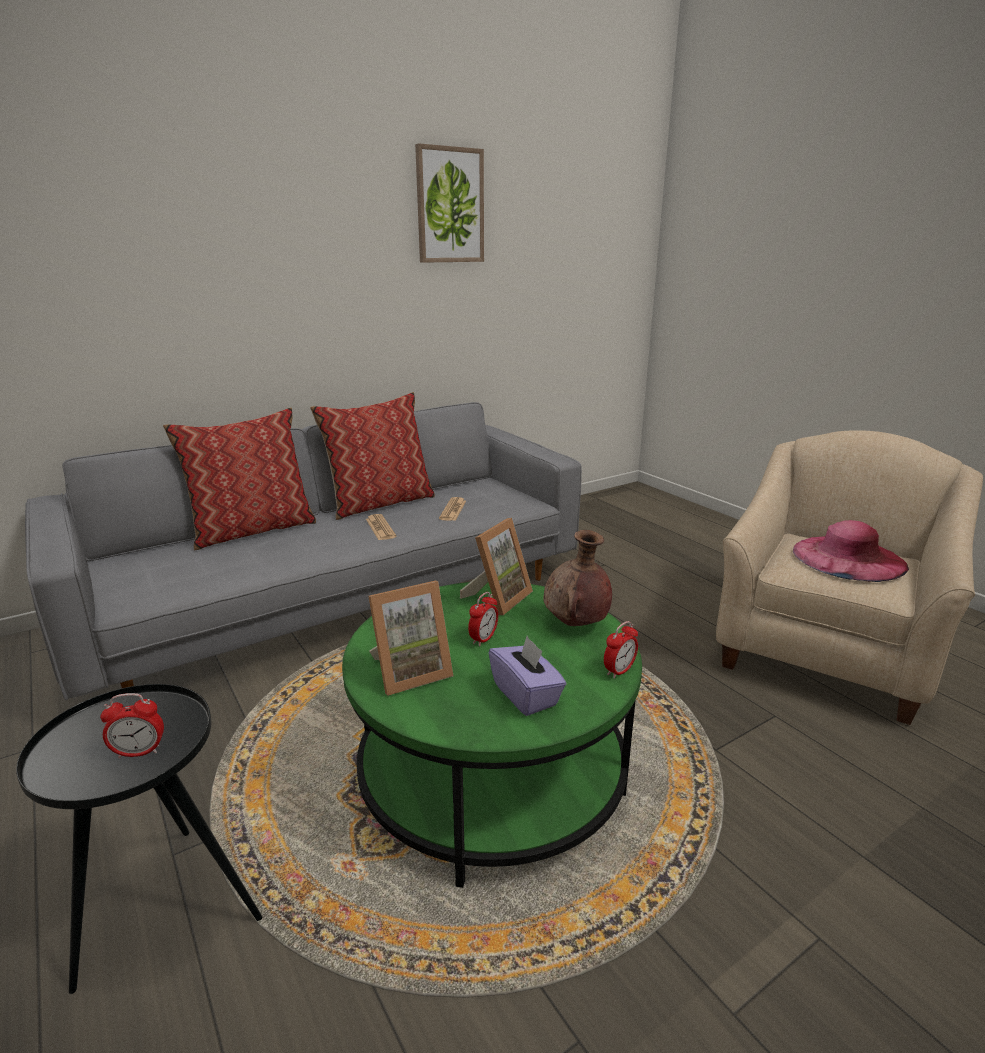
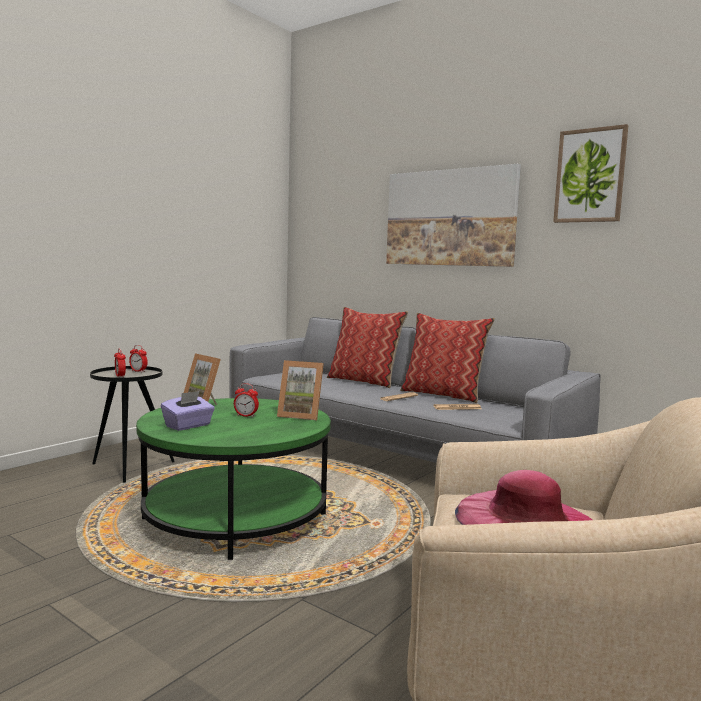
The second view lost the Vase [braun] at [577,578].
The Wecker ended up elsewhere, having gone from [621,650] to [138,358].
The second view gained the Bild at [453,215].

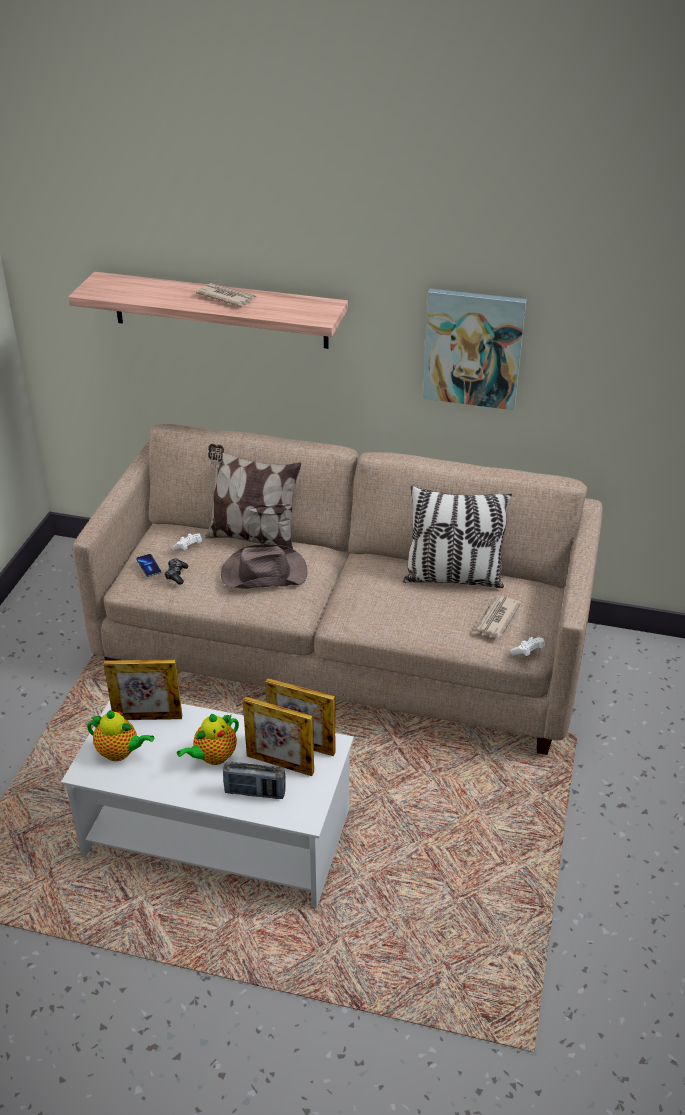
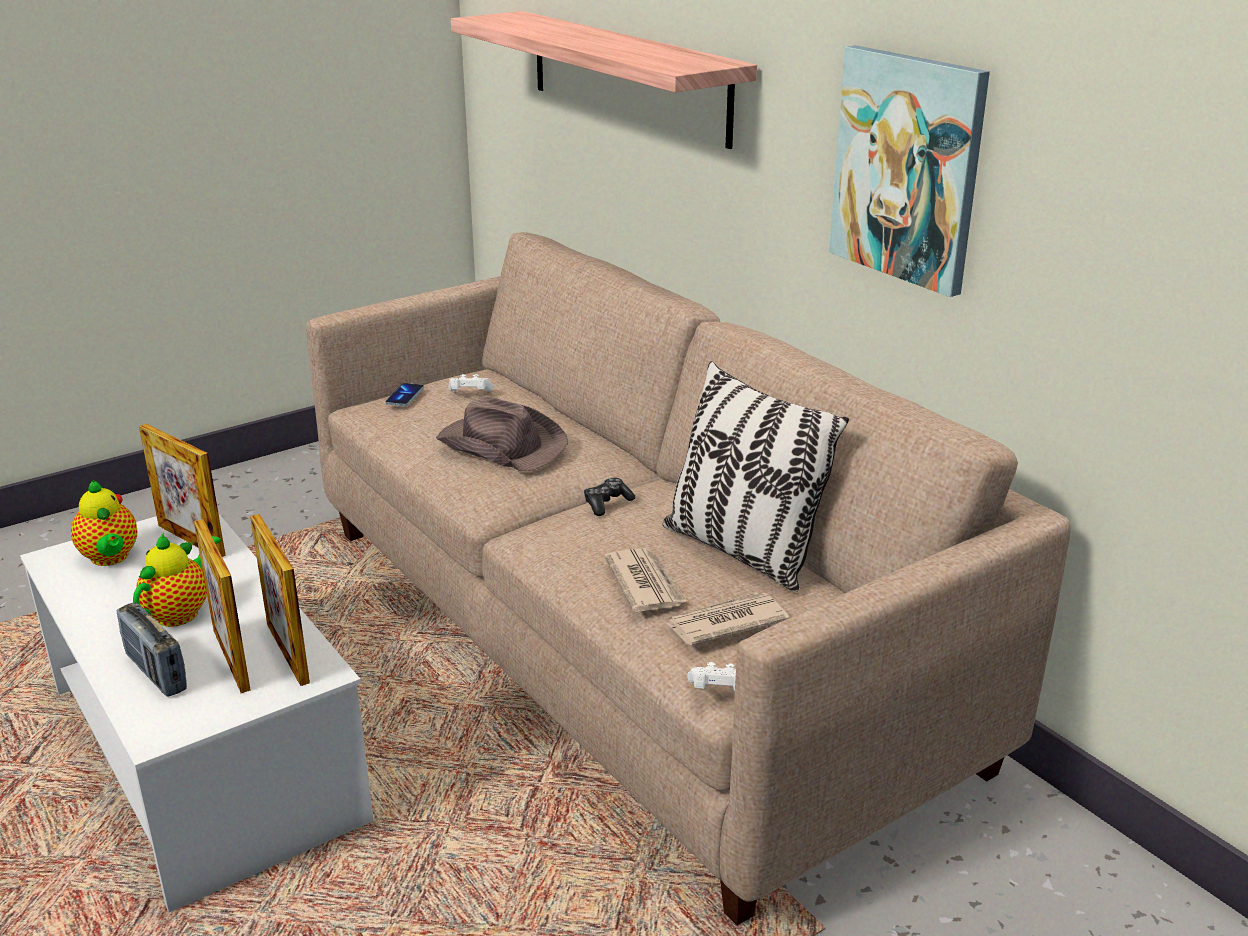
The Gamepad ended up elsewhere, having gone from [176,572] to [609,497].
The Teekanne at [208,739] ended up facing another way, 120 degrees clockwise from before.
The Zeitung ended up elsewhere, having gone from [226,295] to [646,580].
The second view lost the Kissen at [253,496].

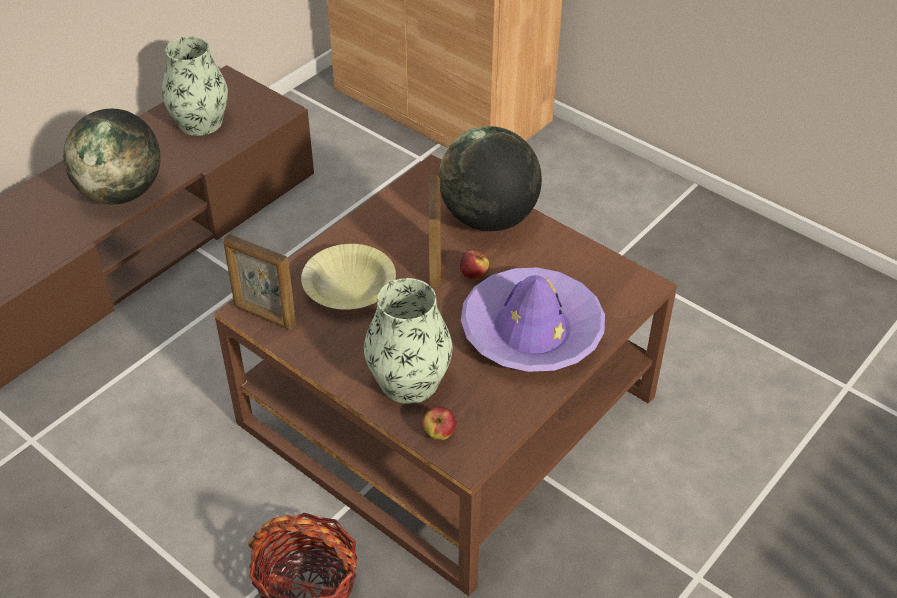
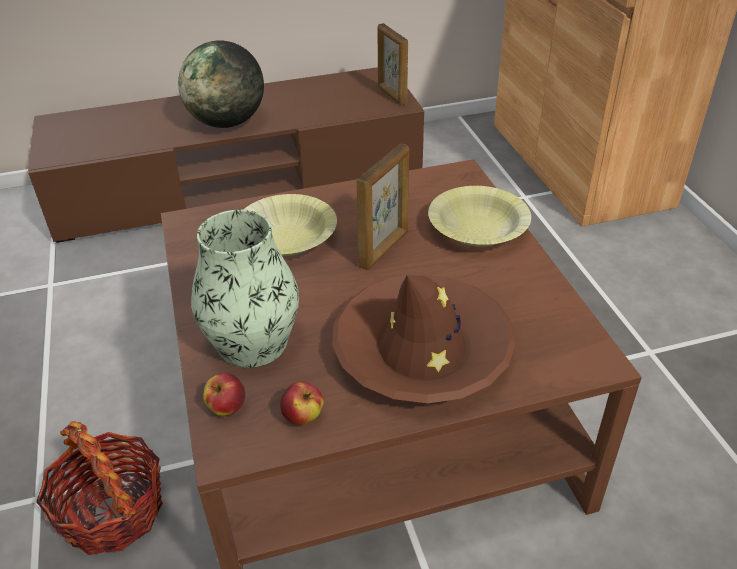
The second view lost the Vase at [195,86].
The Bilderrahmen ended up elsewhere, having gone from [259,282] to [392,64].
Where the Globus stood at [490,178], the Schüssel [gelb] came to stand at [479,216].
The Apfel ended up elsewhere, having gone from [474,264] to [302,403].
What was the Hut [lila] at [533,319] turned into the Hut [braun] at [424,339].

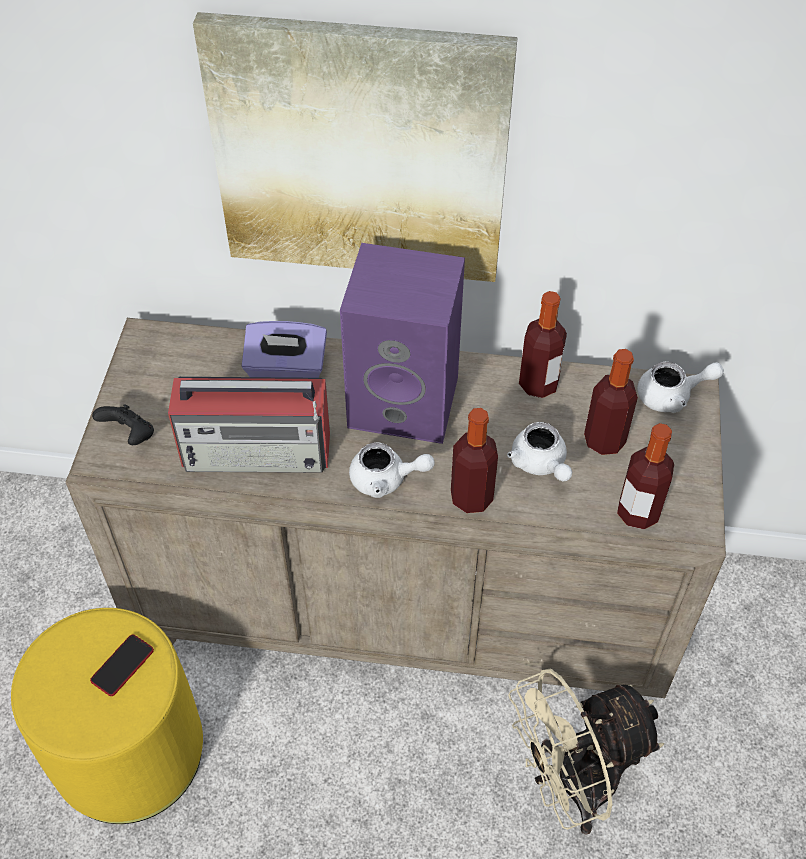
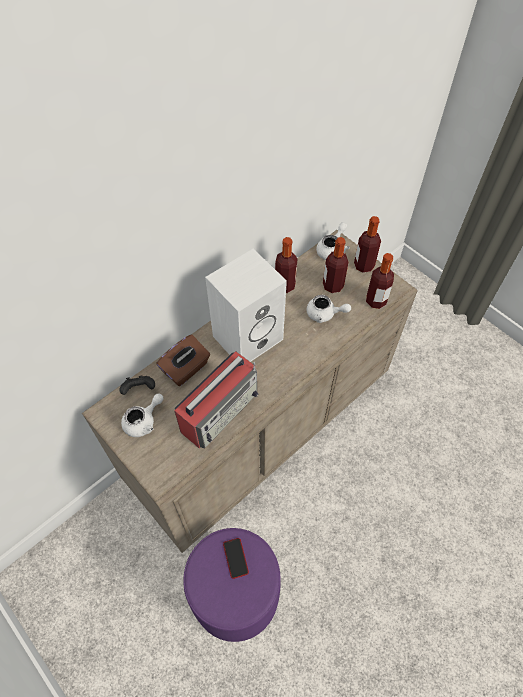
What was the Polsterhocker [gelb] at [107,716] turned into the Polsterhocker [lila] at [232,585].
The Gamepad [schwarz] ended up elsewhere, having gone from [123,424] to [137,385].
The second view lost the Bild at [355,147].
What was the Taschentuchbox [lila] at [284,349] turned into the Taschentuchbox [braun] at [183,360].
What was the Lautsprecher [lila] at [402,343] turned into the Lautsprecher [weiß] at [246,305].
The Teekanne [weiß] ended up elsewhere, having gone from [392,470] to [142,415].
The Flasche ended up elsewhere, having gone from [474,460] to [367,244].
The second view lost the Ventilator [beige] at [586,752].

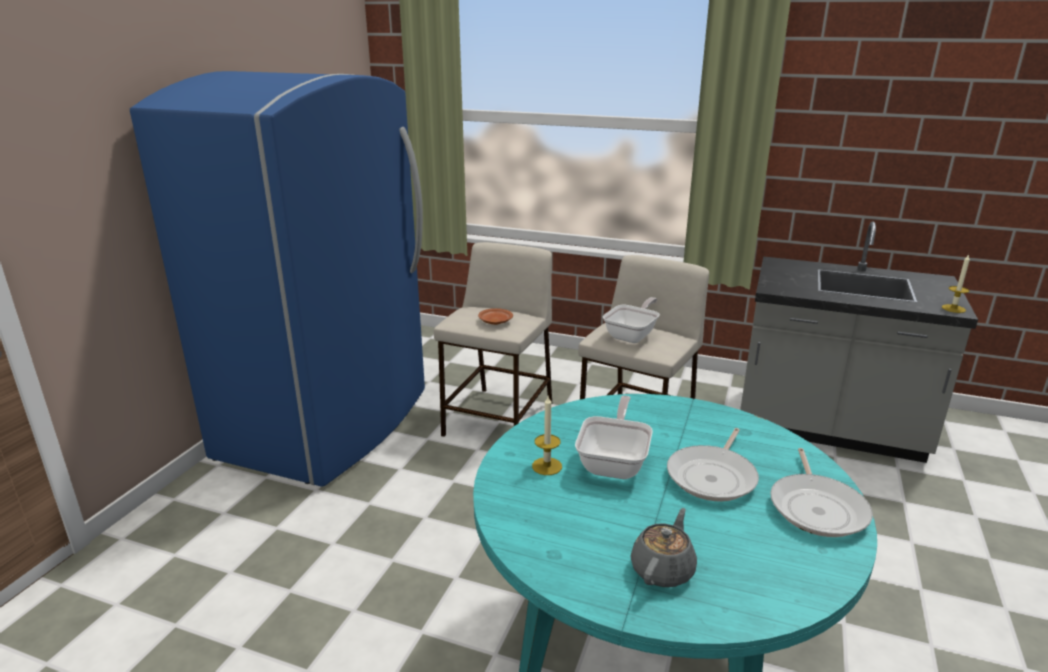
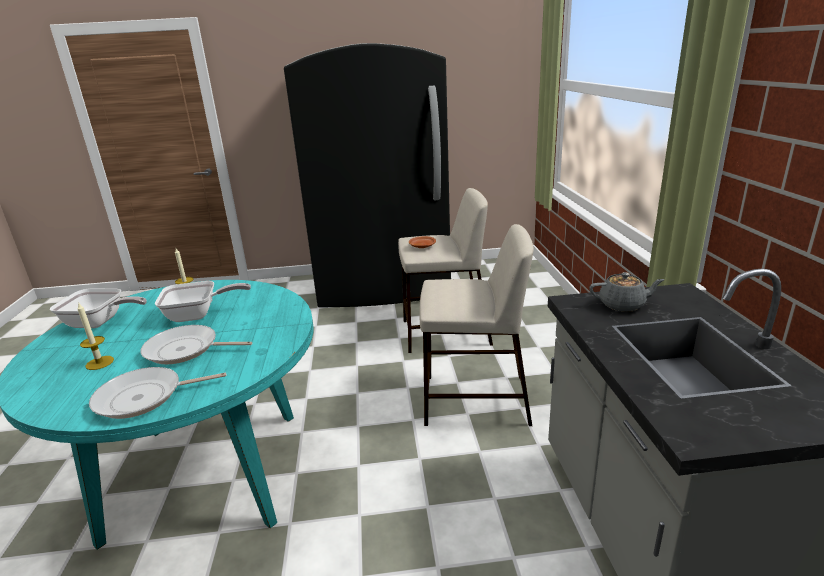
What was the Kühlschrank [blau] at [277,279] turned into the Kühlschrank [schwarz] at [367,175].
The Pfanne ended up elsewhere, having gone from [631,320] to [98,308].
The Teekanne [grau] ended up elsewhere, having gone from [663,547] to [627,292].
The Kerze ended up elsewhere, having gone from [956,283] to [95,336].

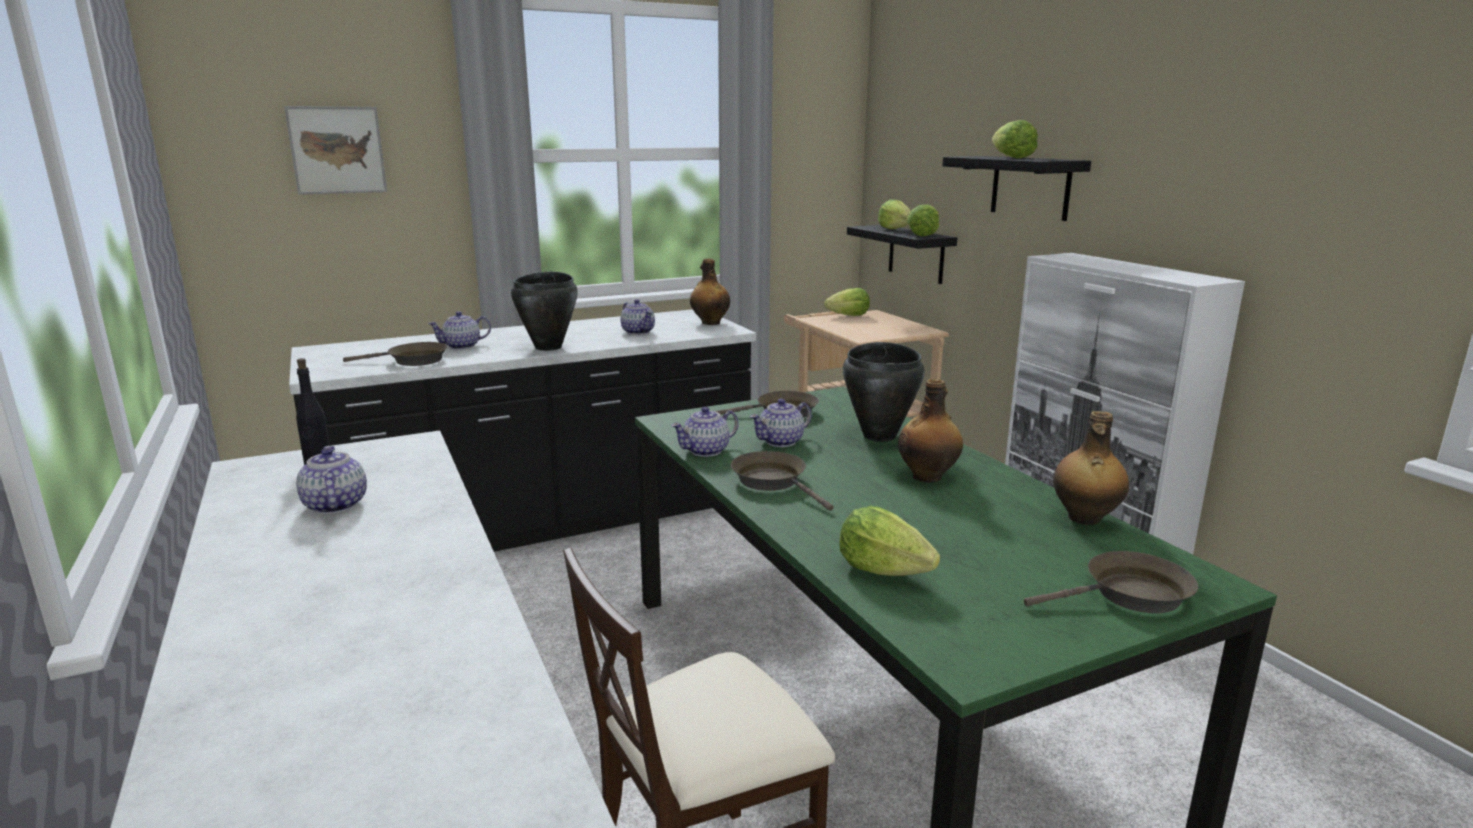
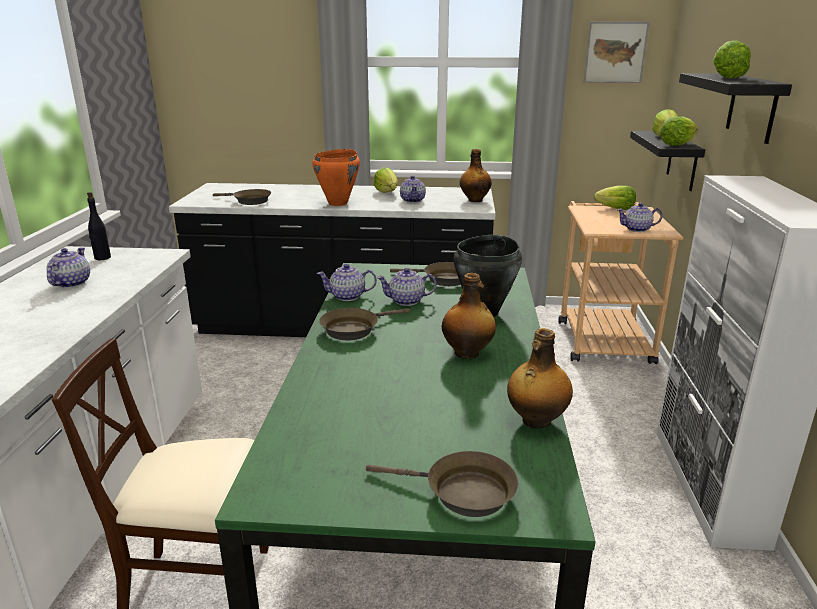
The Bild ended up elsewhere, having gone from [335,150] to [617,52].
The Teekanne ended up elsewhere, having gone from [459,330] to [639,217].
What was the Kochtopf [schwarz] at [544,311] turned into the Kochtopf [orange] at [336,177].
The Pfanne [braun] at [782,481] ended up facing another way, 120 degrees counterclockwise from before.
The Salatkopf ended up elsewhere, having gone from [889,541] to [386,180].

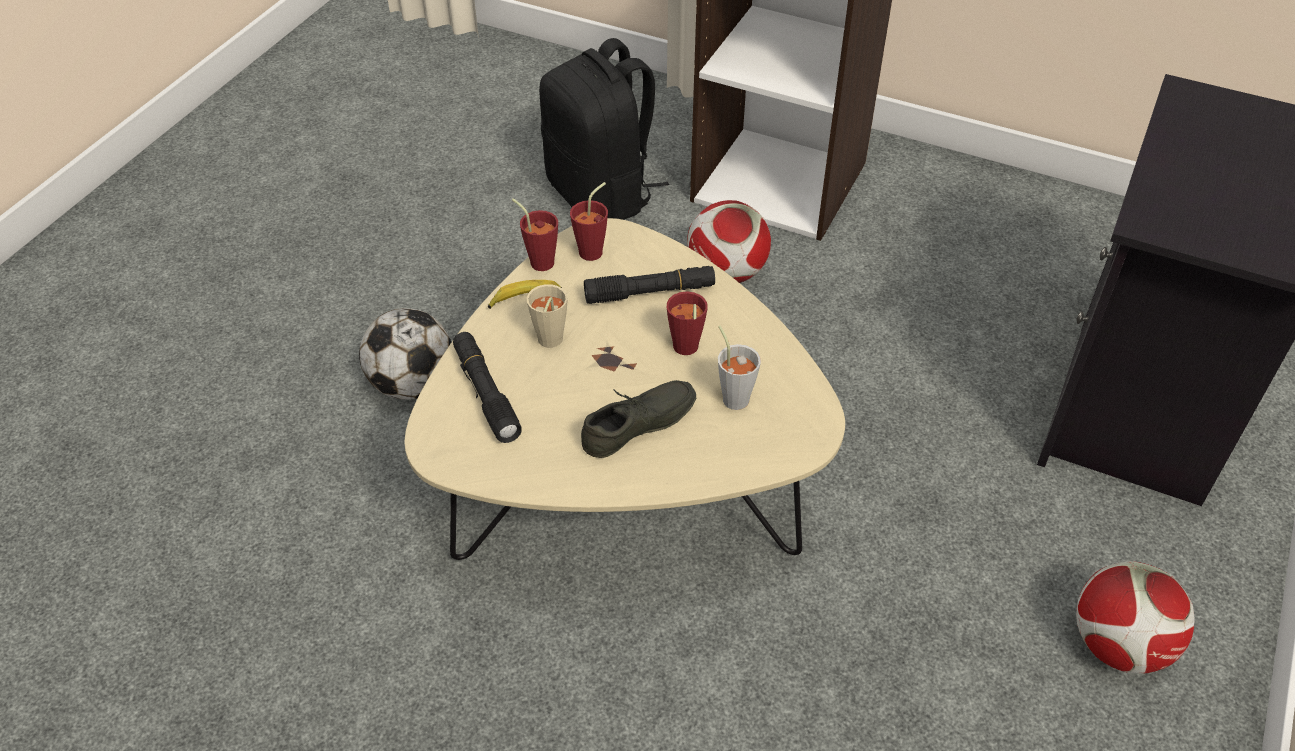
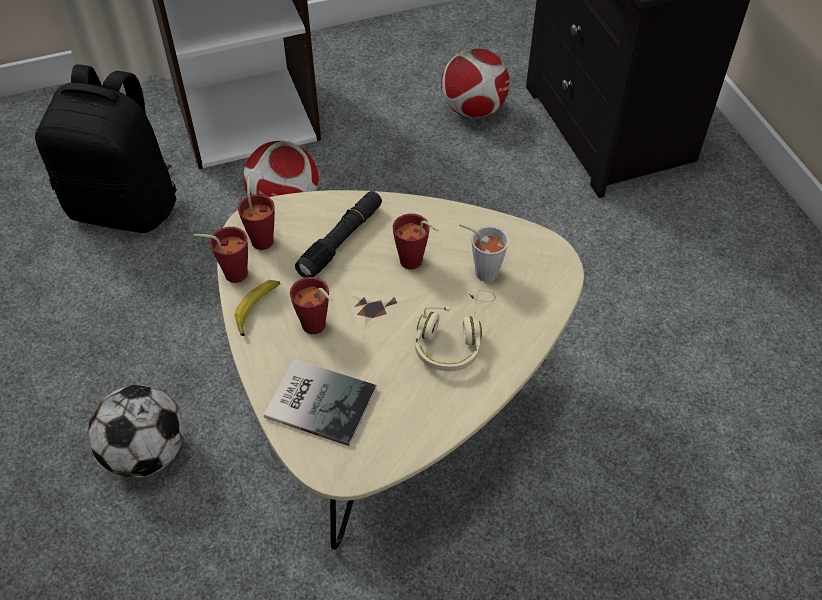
Where the Taschenlampe [schwarz] stood at [487,387], the Buch came to stand at [320,402].
What was the Tasse [beige] at [547,316] turned into the Tasse [rot] at [311,305].
Where the Schuh [grau] stood at [638,419], the Kopfhörer [beige] came to stand at [455,330].
The Fußball ended up elsewhere, having gone from [1135,617] to [475,83].

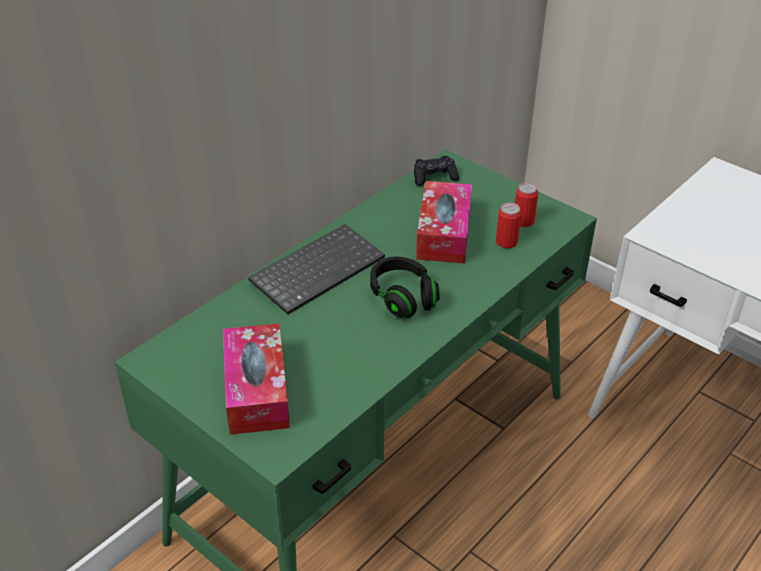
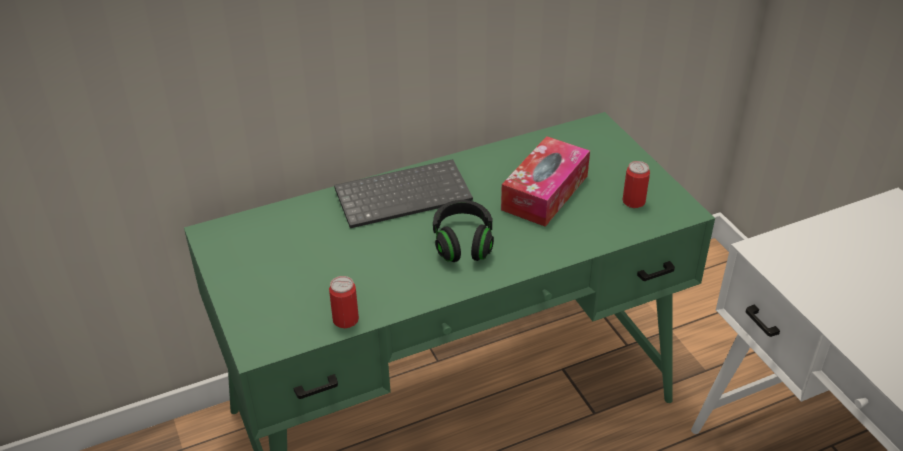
The second view lost the Taschentuchbox at [256,379].
The second view lost the Gamepad [schwarz] at [436,171].
The Dose ended up elsewhere, having gone from [508,225] to [344,302].

